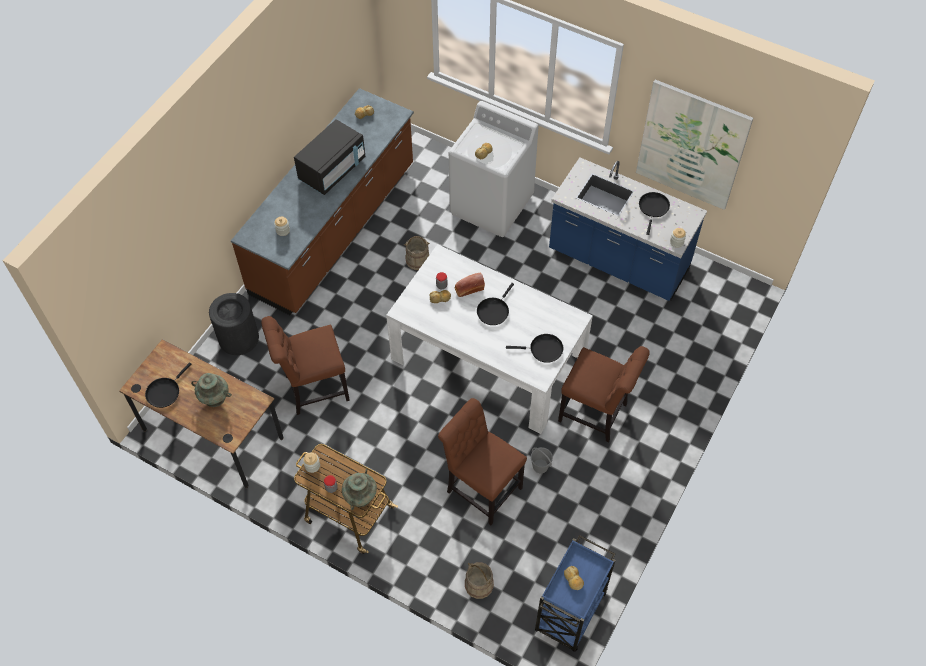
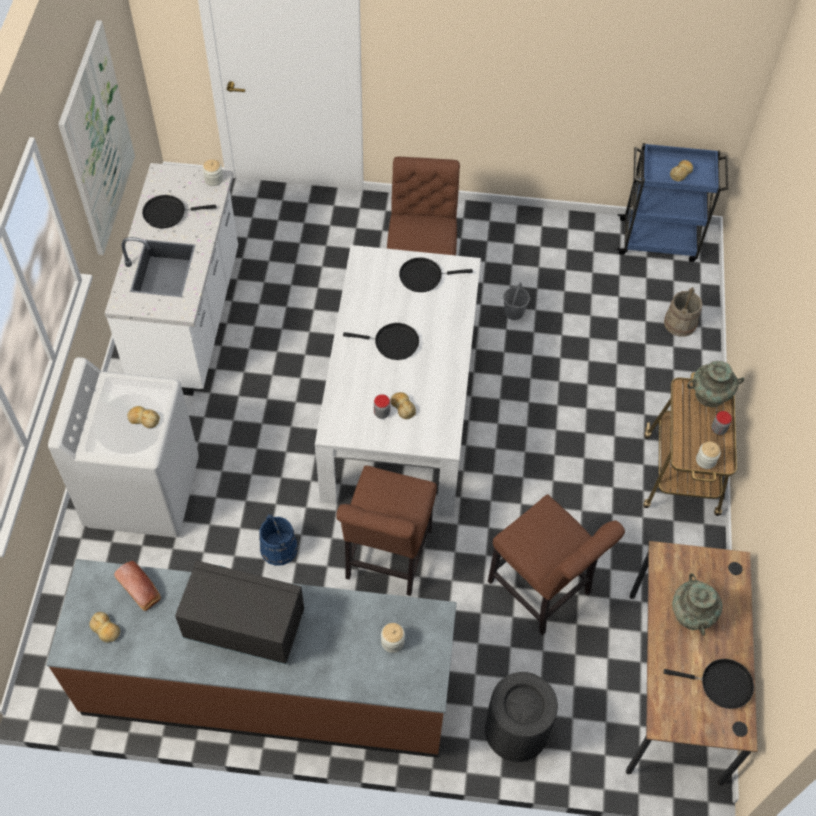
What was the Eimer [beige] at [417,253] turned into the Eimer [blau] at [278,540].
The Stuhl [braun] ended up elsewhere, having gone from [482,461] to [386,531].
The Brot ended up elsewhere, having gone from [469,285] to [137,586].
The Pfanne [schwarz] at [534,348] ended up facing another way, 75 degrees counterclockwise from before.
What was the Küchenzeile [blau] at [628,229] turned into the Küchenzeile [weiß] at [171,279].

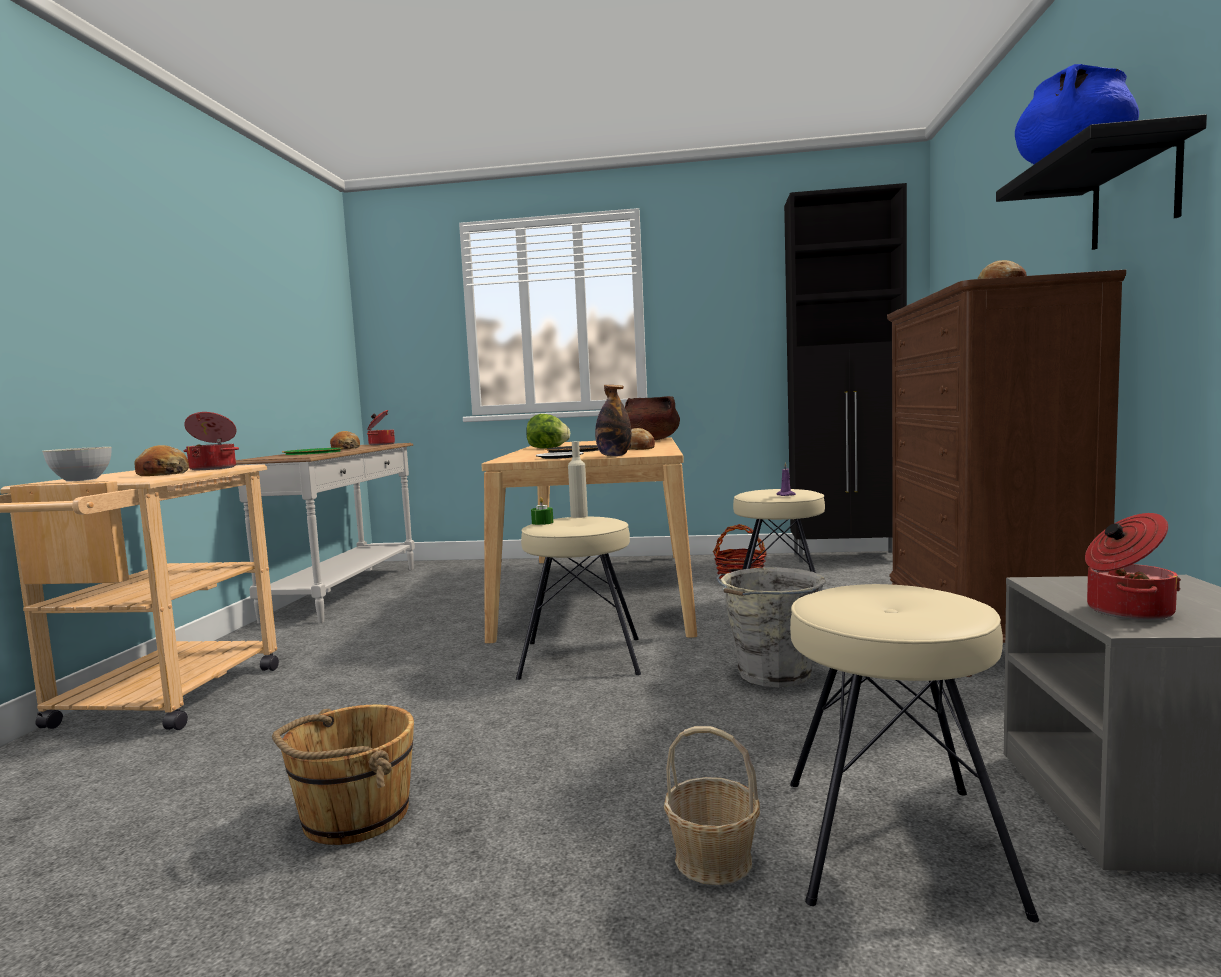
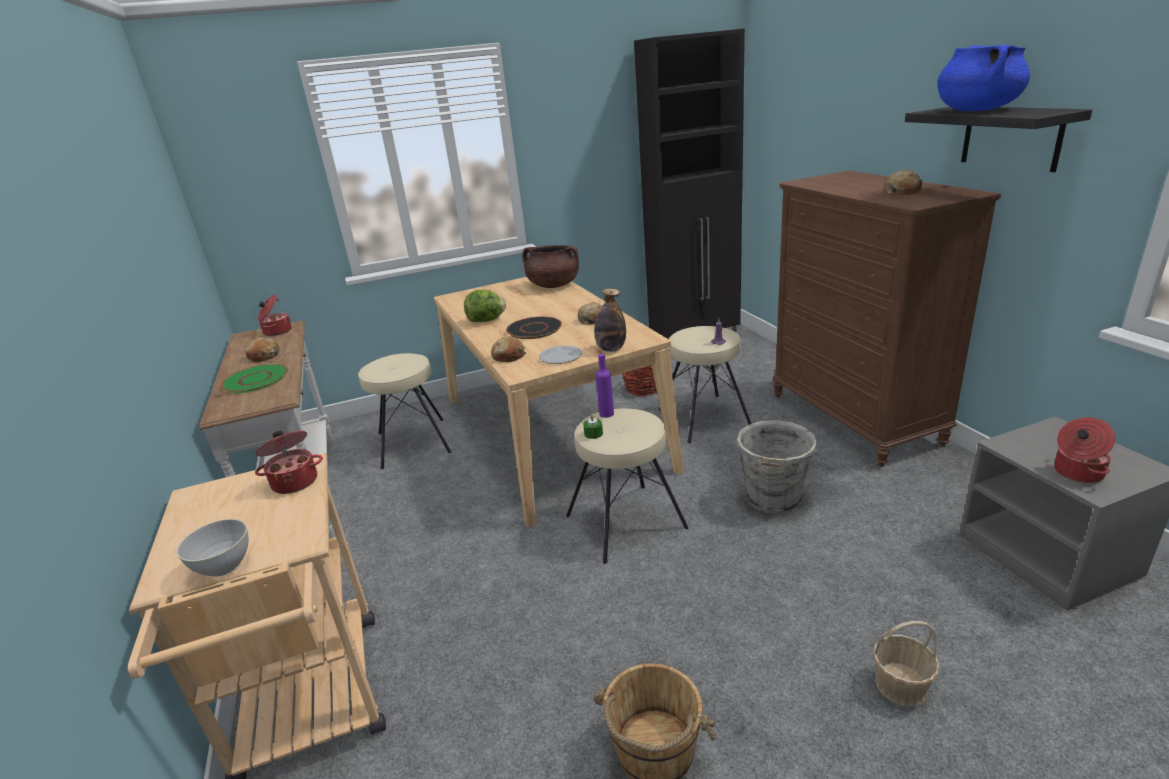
The Brot ended up elsewhere, having gone from [162,460] to [508,349].
What was the Flasche [beige] at [578,479] turned into the Flasche [lila] at [605,386].
The Hocker [beige] ended up elsewhere, having gone from [914,753] to [404,411].

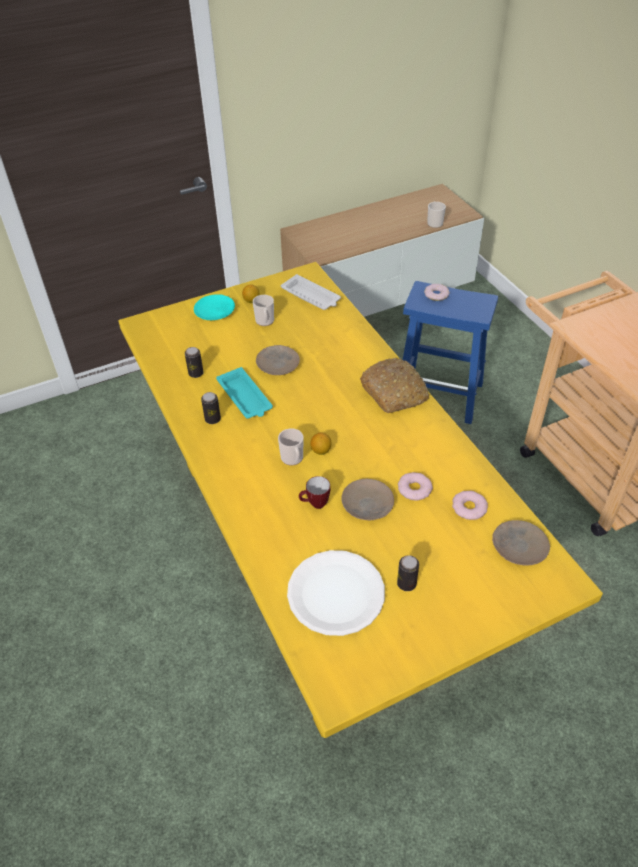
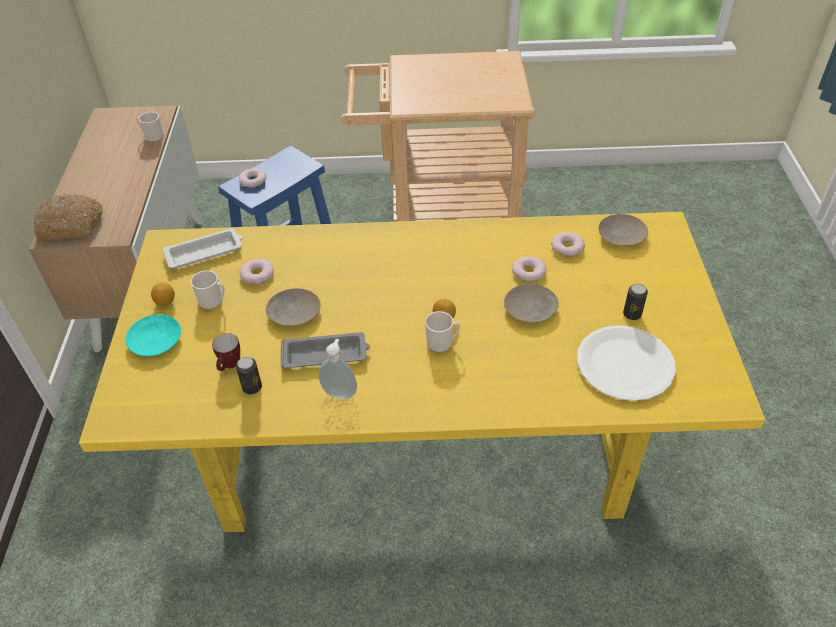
Where the Dose stood at [211,408], the Seifenspender came to stand at [338,369].
What was the Tablett [türkis] at [244,393] turned into the Tablett [grau] at [325,350].
The Henkelbecher ended up elsewhere, having gone from [314,492] to [226,352].
The Brot ended up elsewhere, having gone from [394,385] to [68,217].
The second view gained the Donut at [257,271].

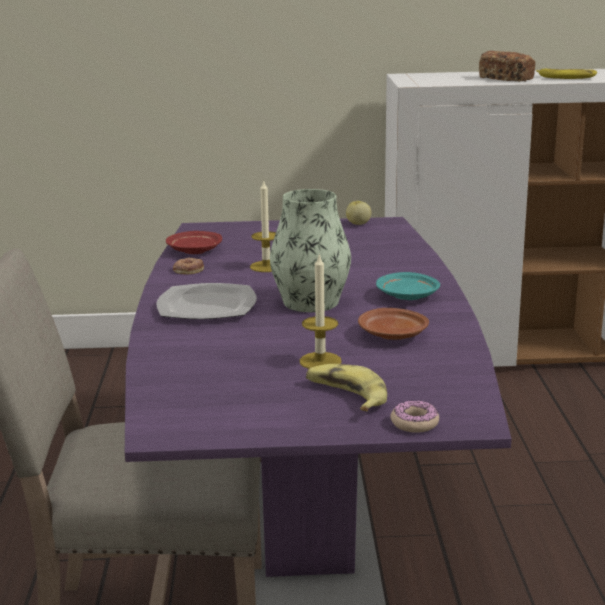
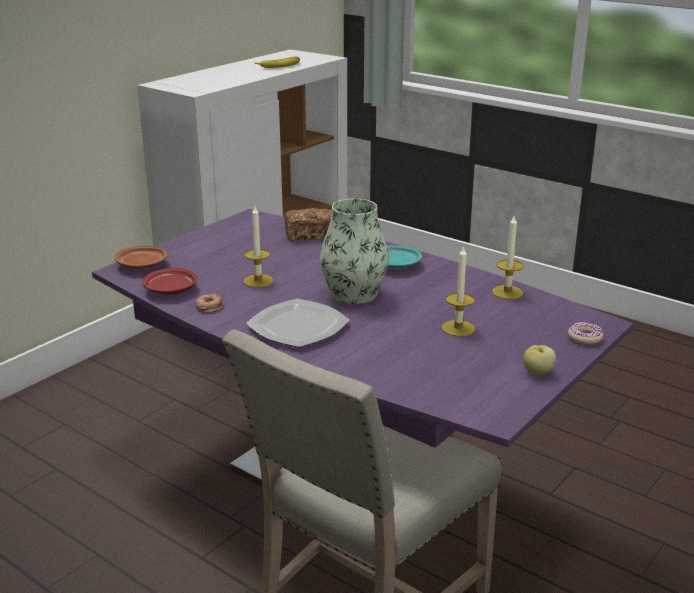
The second view lost the Banane at [346,387].
The Apfel ended up elsewhere, having gone from [358,213] to [539,360].
The Teller [braun] ended up elsewhere, having gone from [393,324] to [141,257].
The Brot ended up elsewhere, having gone from [507,66] to [308,224].
The second view gained the Kerze at [507,257].

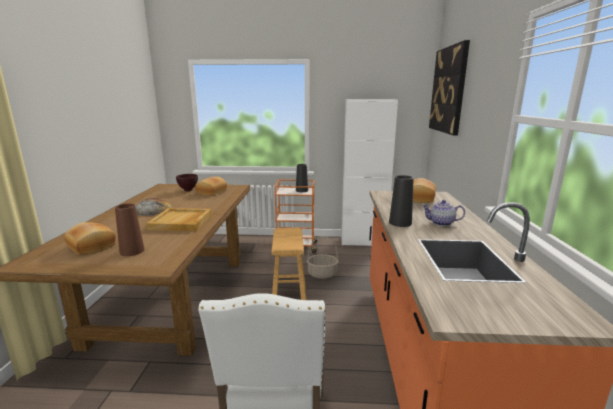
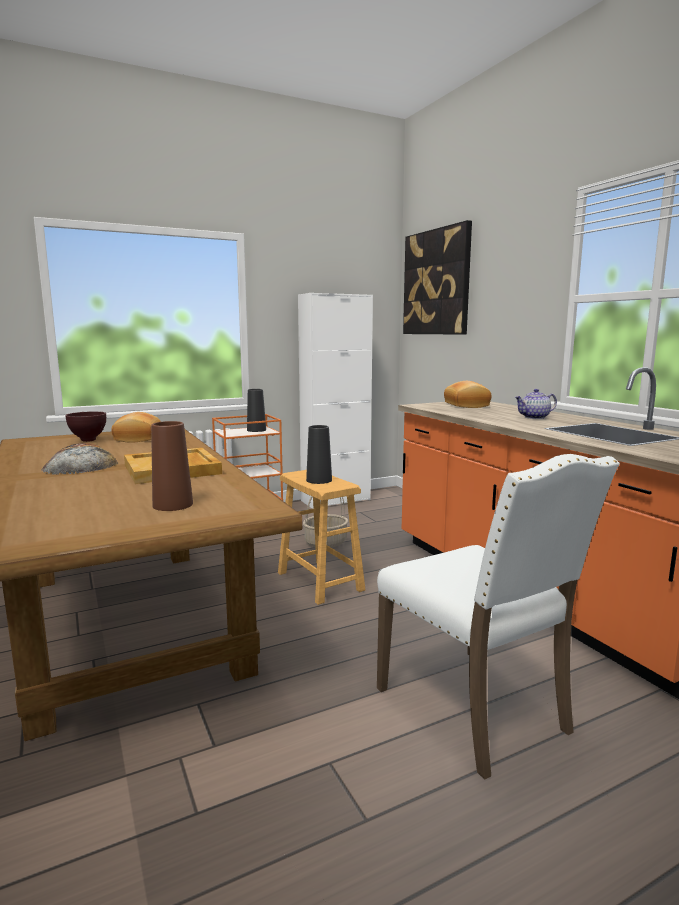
The second view lost the Brot at [90,238].
The Vase [schwarz] ended up elsewhere, having gone from [401,201] to [319,454].

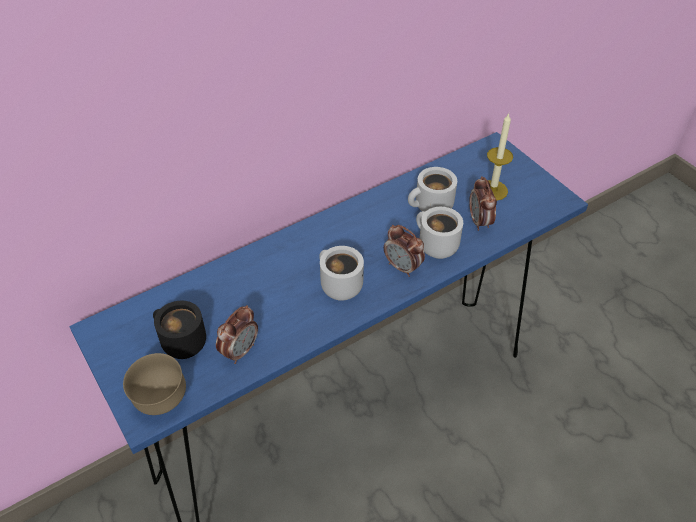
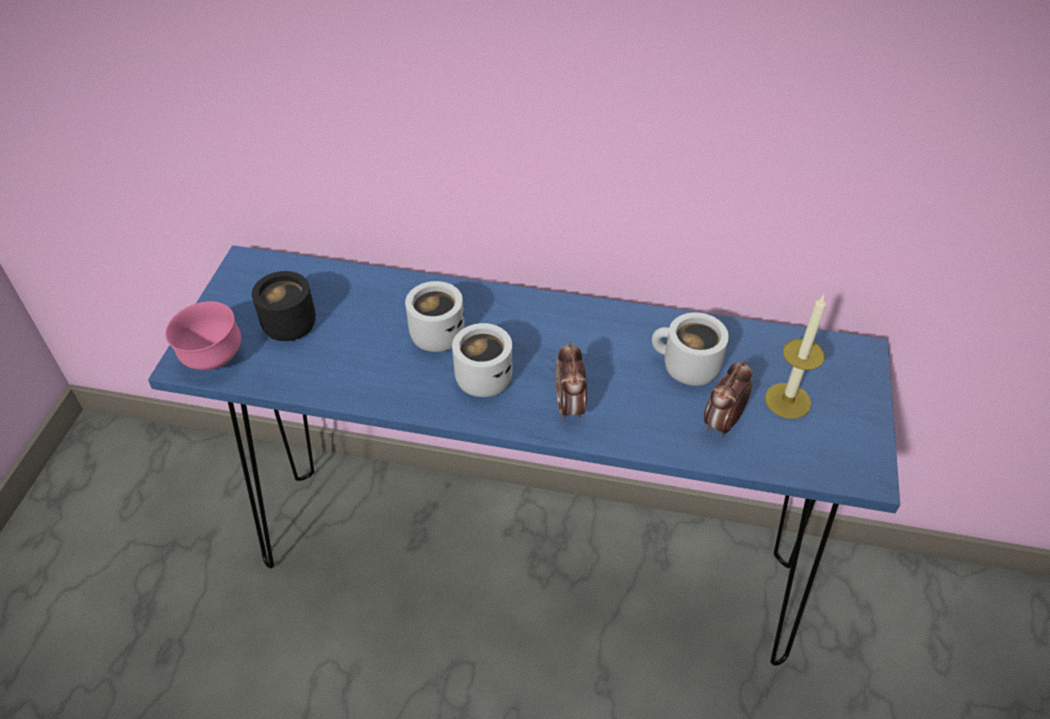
What was the Schüssel [braun] at [154,384] turned into the Schüssel [rosa] at [203,335].
The second view lost the Wecker at [237,334].
The Henkelbecher [weiß] ended up elsewhere, having gone from [439,233] to [435,316].

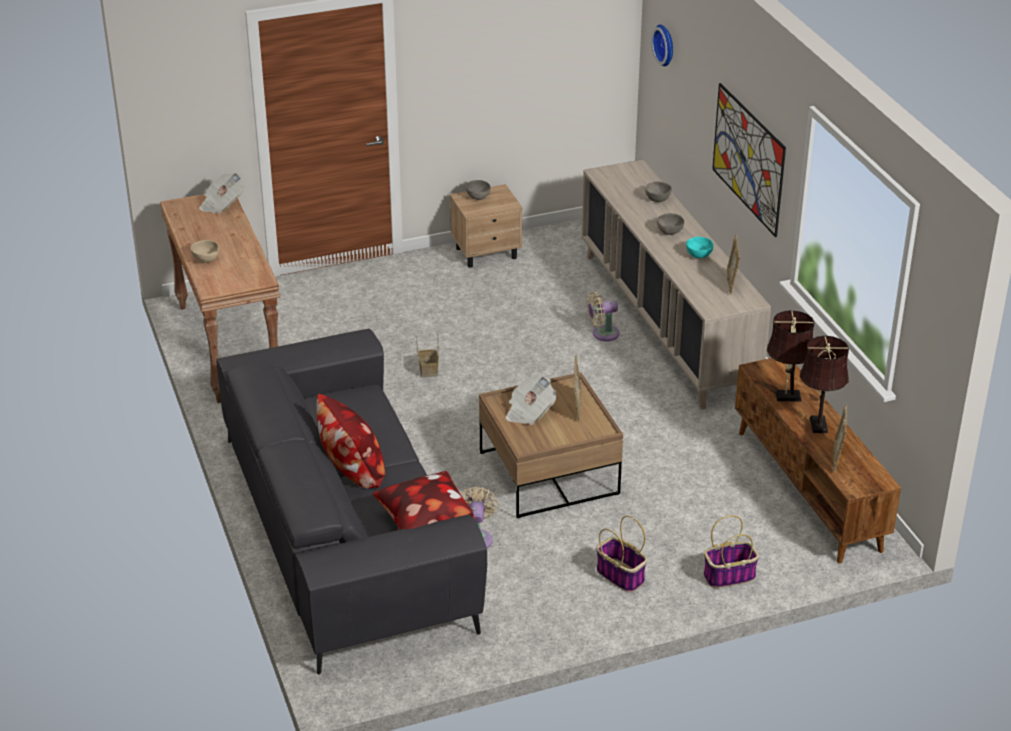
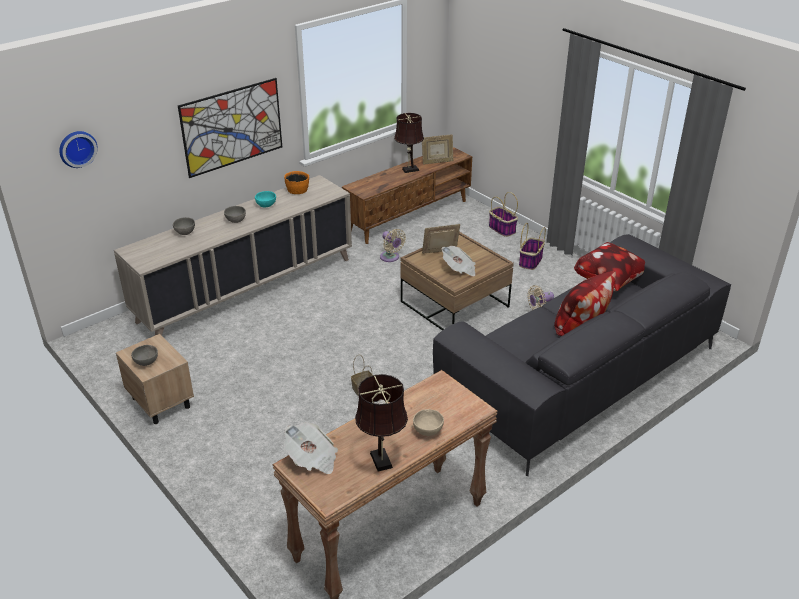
The Ventilator [beige] ended up elsewhere, having gone from [602,316] to [393,245].
Where the Bilderrahmen stood at [733,264], the Schüssel [orange] came to stand at [296,182].
The Tischlampe [braun] ended up elsewhere, having gone from [791,356] to [381,423].

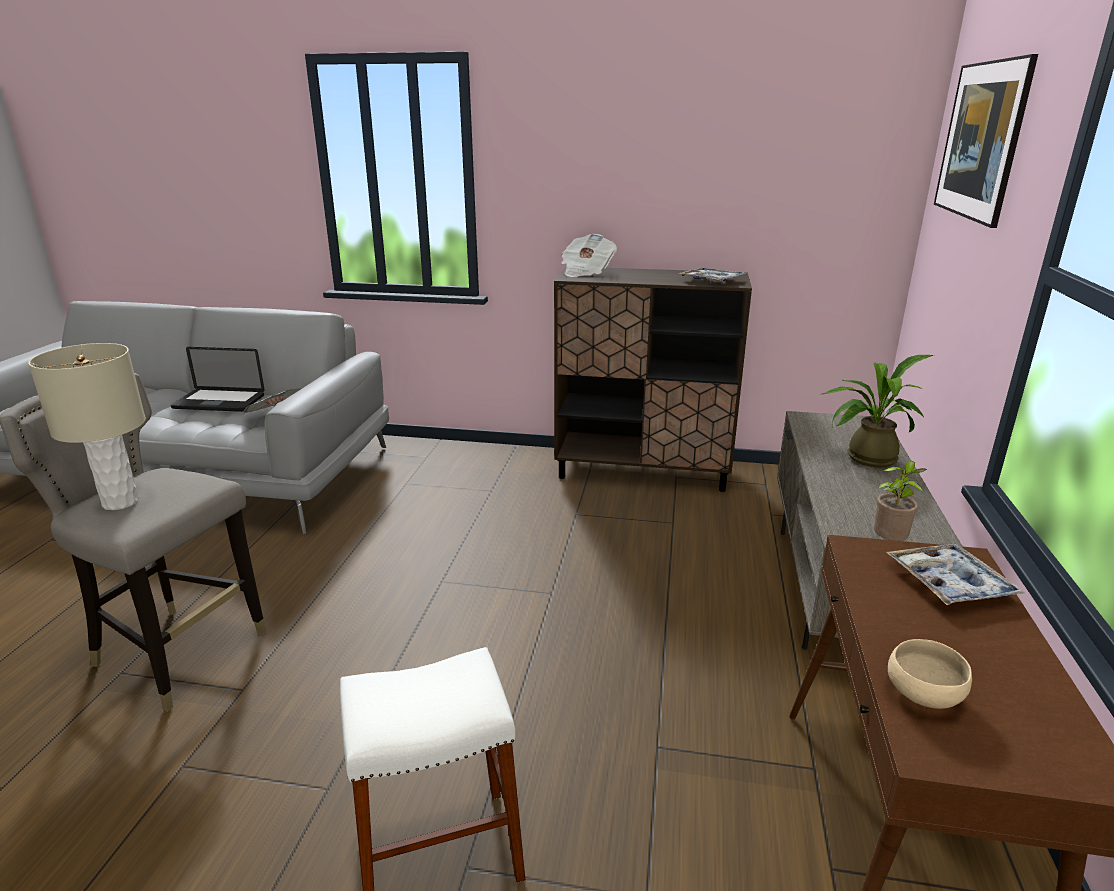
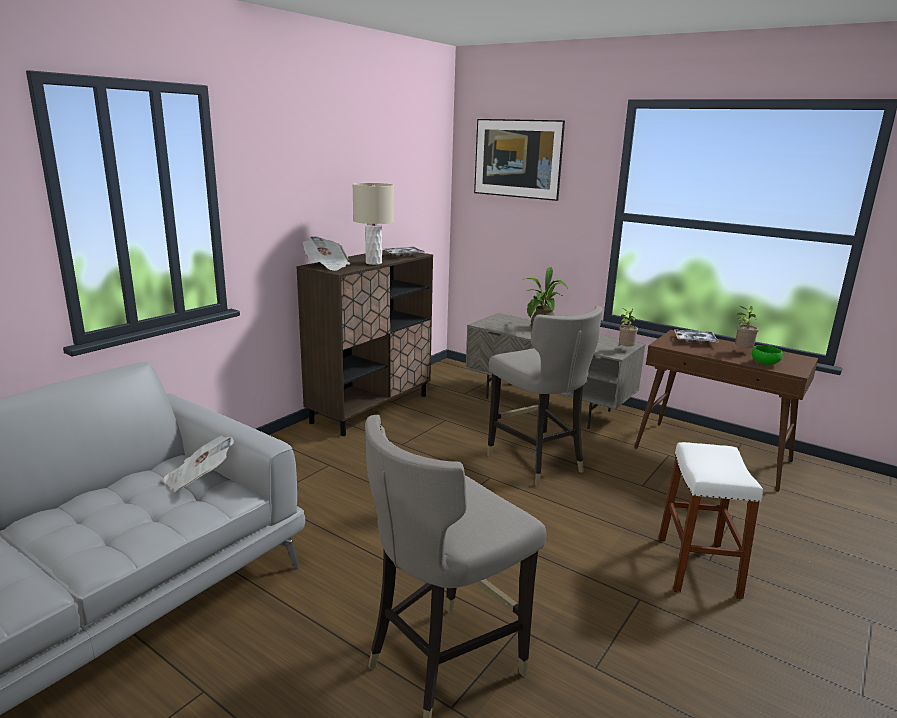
The Tischlampe [beige] ended up elsewhere, having gone from [87,426] to [373,224].
The second view lost the Laptop at [218,379].
What was the Schüssel [beige] at [930,674] turned into the Schüssel [grün] at [767,355].
The second view gained the Hocker [grau] at [544,396].
The second view gained the Topfpflanze at [746,327].

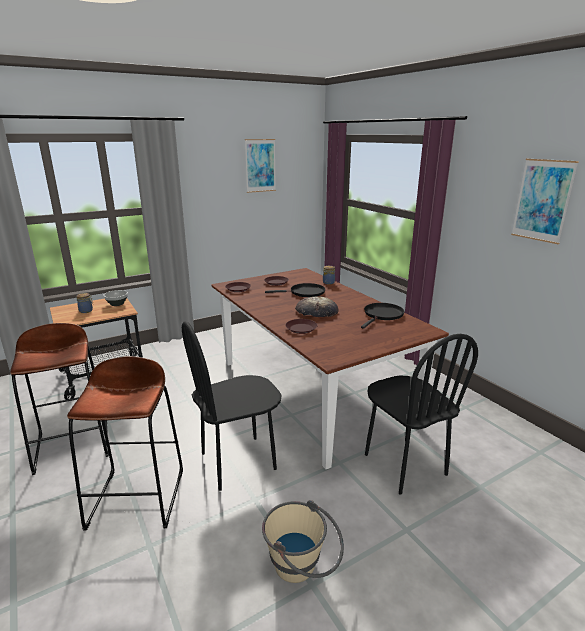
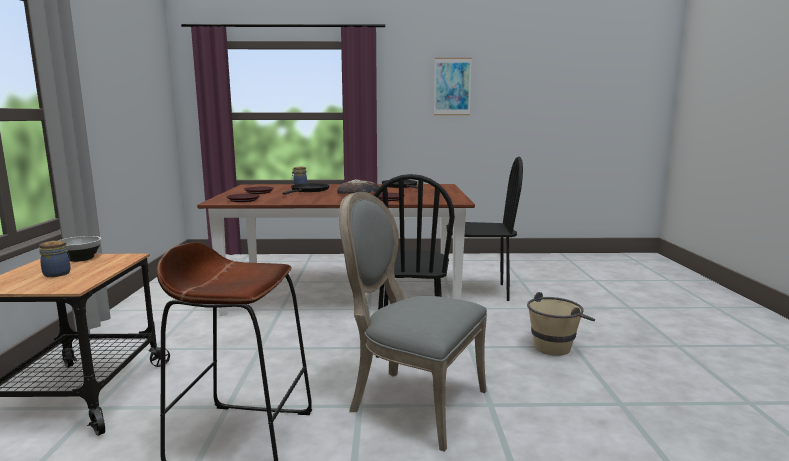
Where the Hocker [braun] stood at [125,443], the Stuhl [grau] came to stand at [413,322].
The second view lost the Bild at [260,166].

